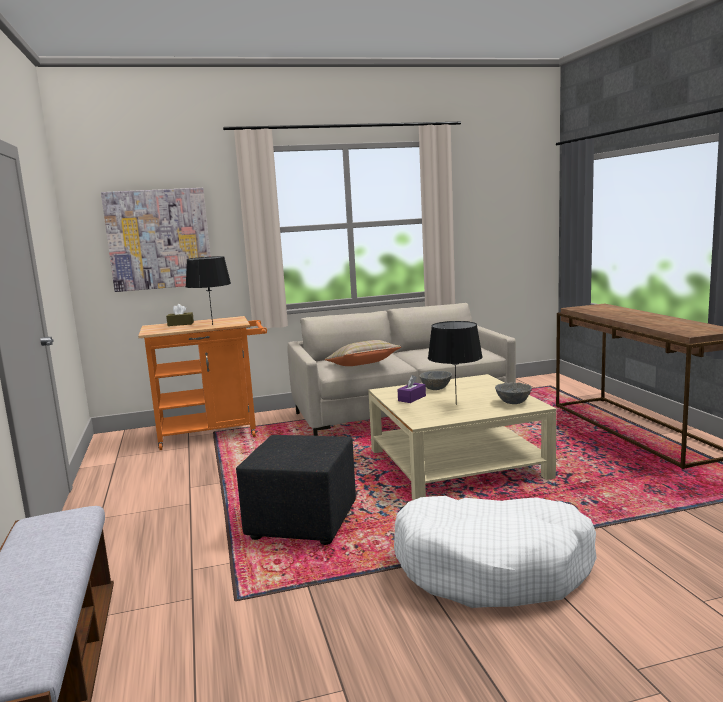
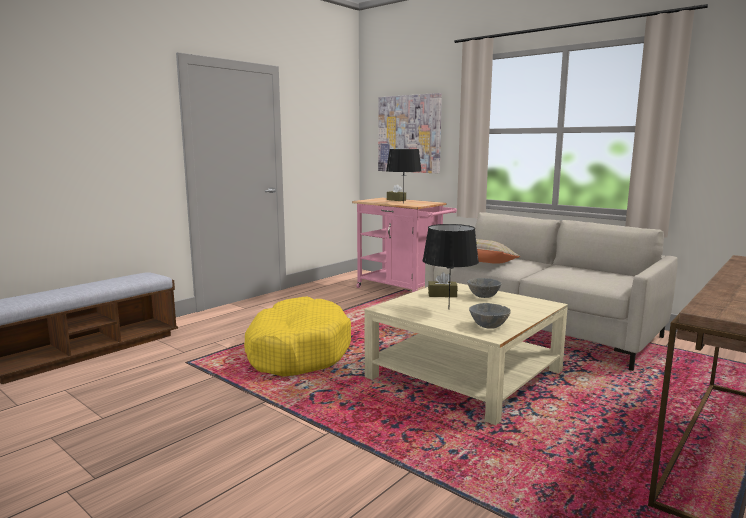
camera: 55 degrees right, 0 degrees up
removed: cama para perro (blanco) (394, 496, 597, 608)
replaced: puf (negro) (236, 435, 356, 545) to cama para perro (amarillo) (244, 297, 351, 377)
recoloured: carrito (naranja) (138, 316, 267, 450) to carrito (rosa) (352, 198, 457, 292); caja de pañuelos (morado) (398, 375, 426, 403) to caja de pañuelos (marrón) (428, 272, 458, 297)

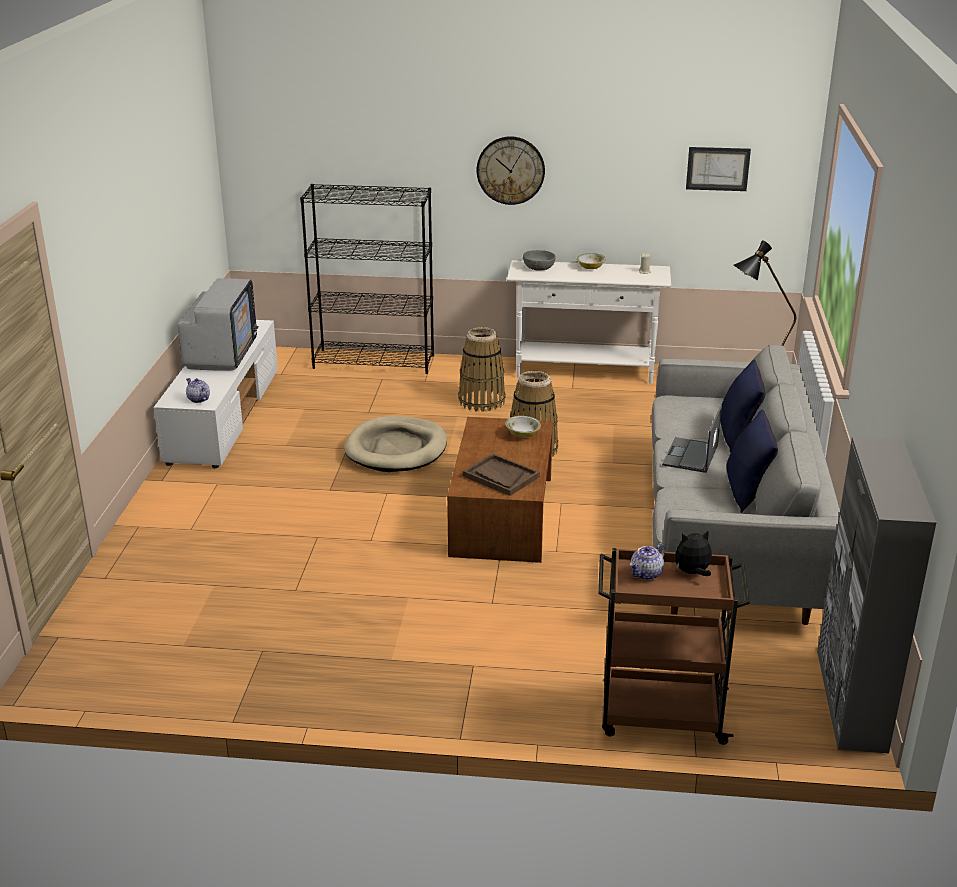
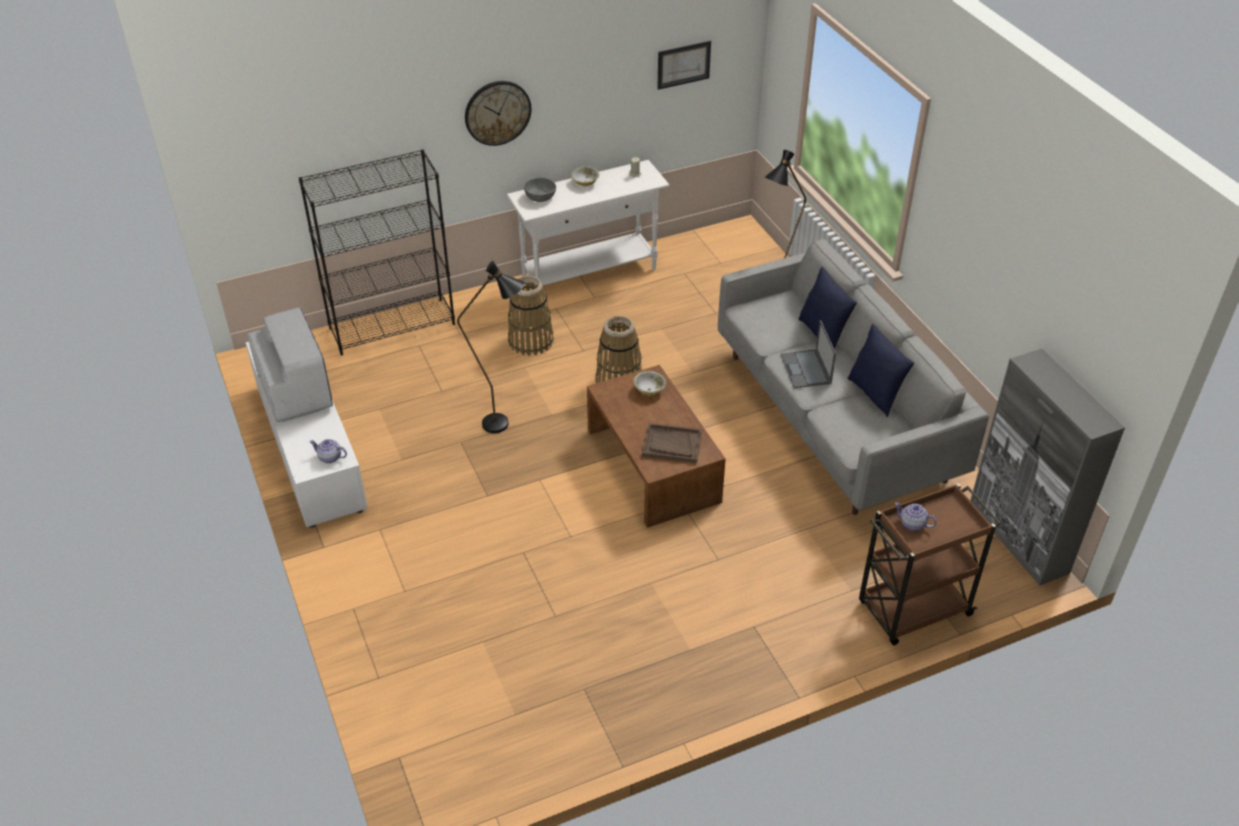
camera: 30 degrees left, 15 degrees up
removed: peluche (675, 530, 712, 576)
replaced: cama para perro (beis) (344, 416, 447, 472) to lámpara de pie (negro) (457, 261, 525, 433)
turned: tetera (630, 543, 665, 580) = (894, 502, 937, 531) 105 degrees clockwise

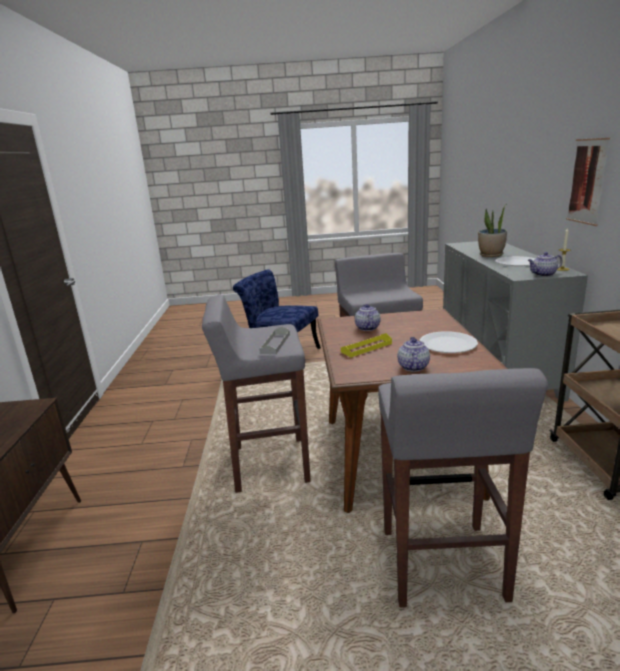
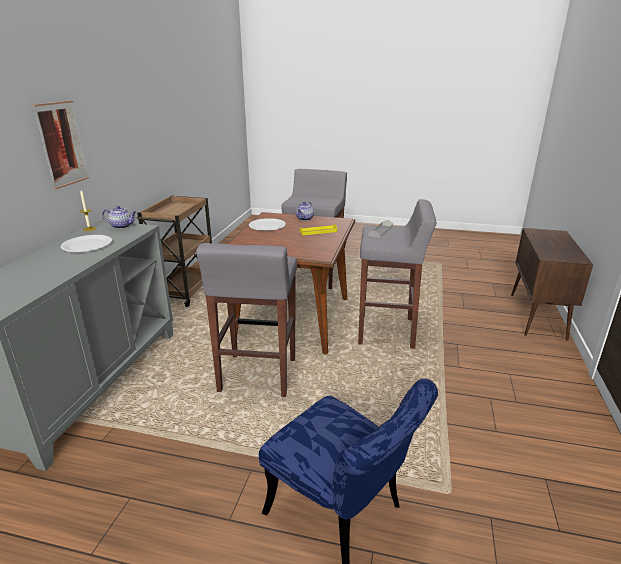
camera: 165 degrees left, 5 degrees up
removed: planta en maceta (478, 206, 507, 257); tetera (355, 304, 381, 331)

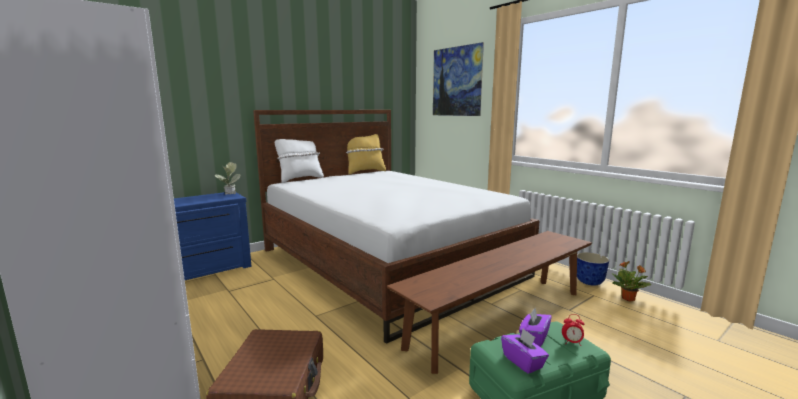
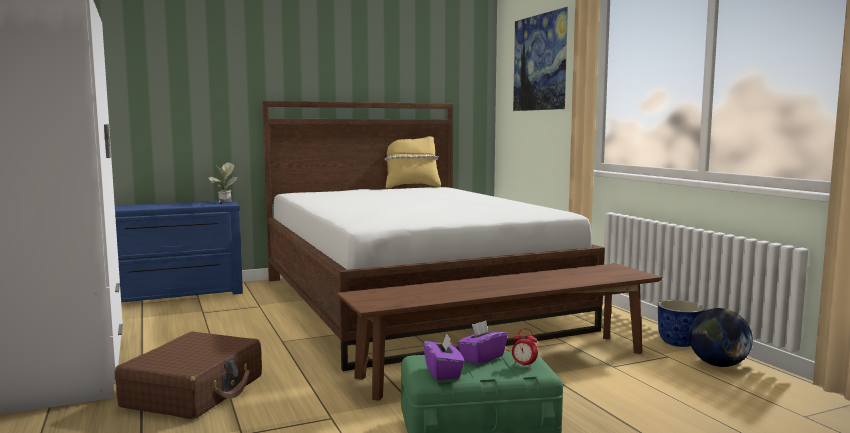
camera: 15 degrees right, 5 degrees down
removed: cojín (blanco) (275, 139, 324, 183)
replaced: planta en maceta (612, 261, 652, 302) to globo terráqueo (689, 308, 753, 367)

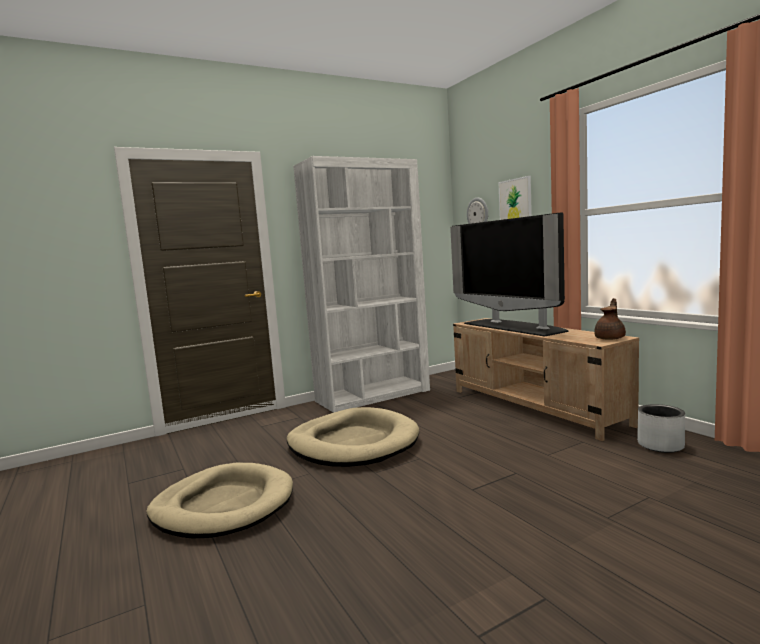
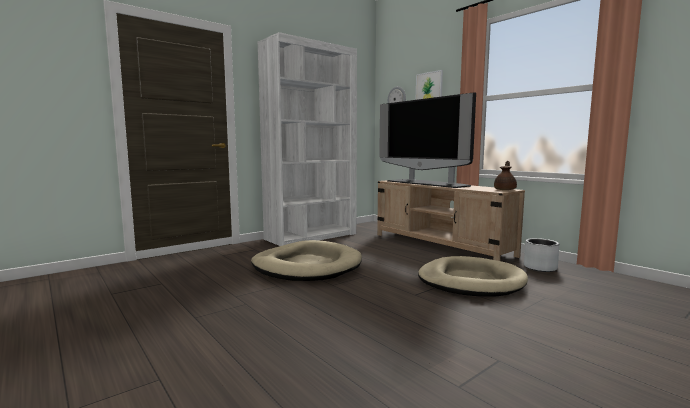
camera: 10 degrees left, 0 degrees up
moved: cama para perro (beis) (146, 463, 293, 538) to (418, 256, 528, 297)

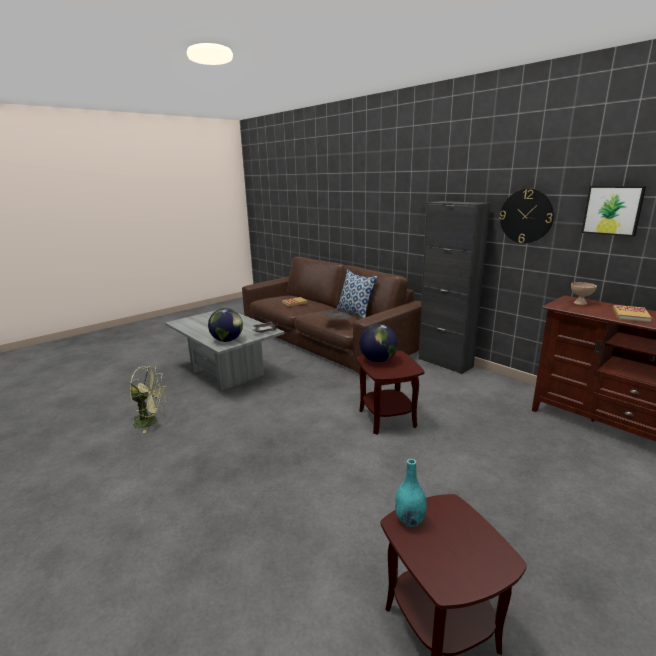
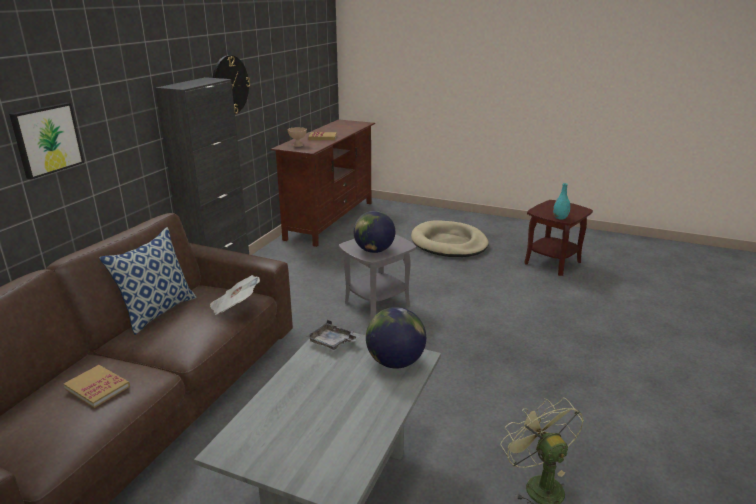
camera: 115 degrees left, 5 degrees up
added: cama para perro (beis) (411, 220, 489, 257)
moved: cuadro (582, 186, 646, 237) to (9, 103, 84, 180)
recoloured: mesa auxiliar (marrón) (356, 351, 424, 435) to mesa auxiliar (gris) (339, 234, 416, 320)

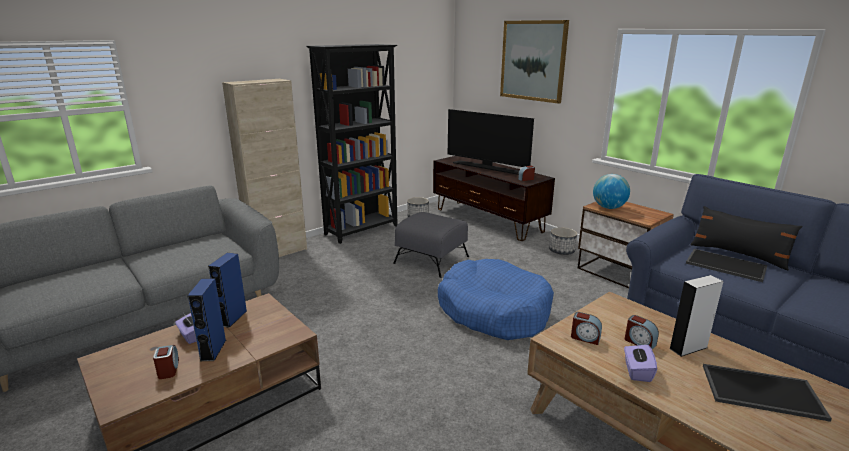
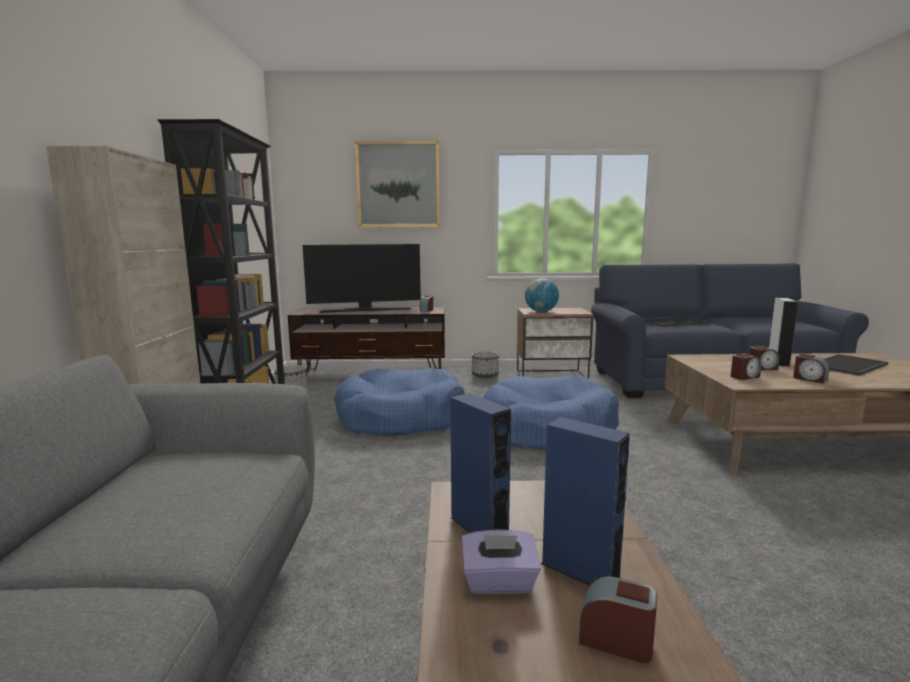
camera: 50 degrees left, 10 degrees down
removed: cojín (negro) (691, 206, 803, 270)
replaced: puf (gris) (393, 212, 469, 278) to cama para perro (azul) (334, 368, 465, 436); caja de pañuelos (morado) (624, 344, 657, 382) to despertador (793, 354, 830, 384)

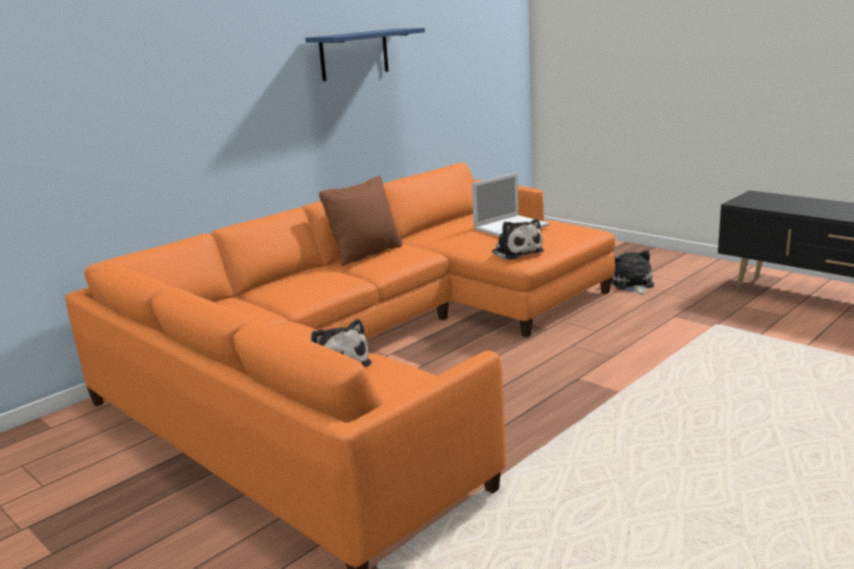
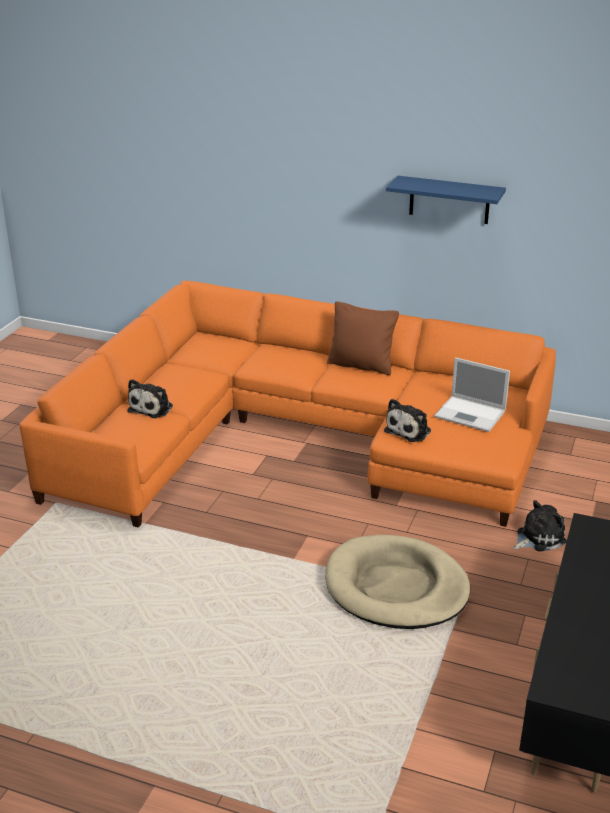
camera: 65 degrees right, 10 degrees up
added: cama para perro (beis) (325, 535, 470, 629)

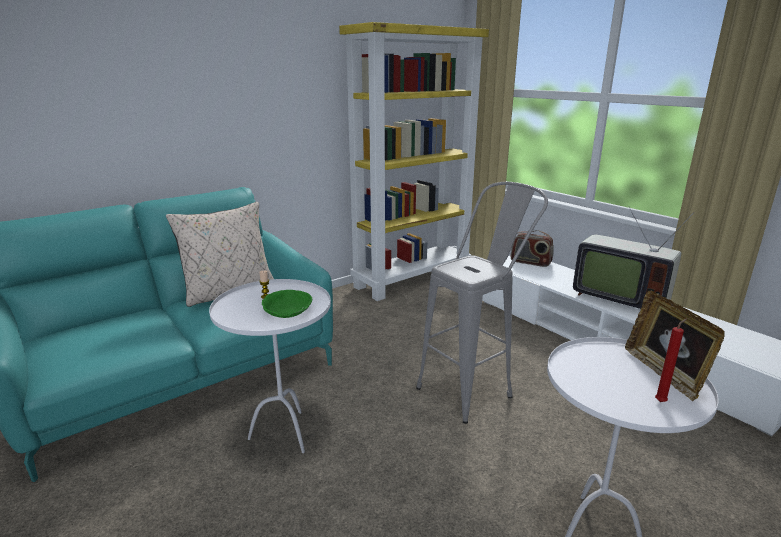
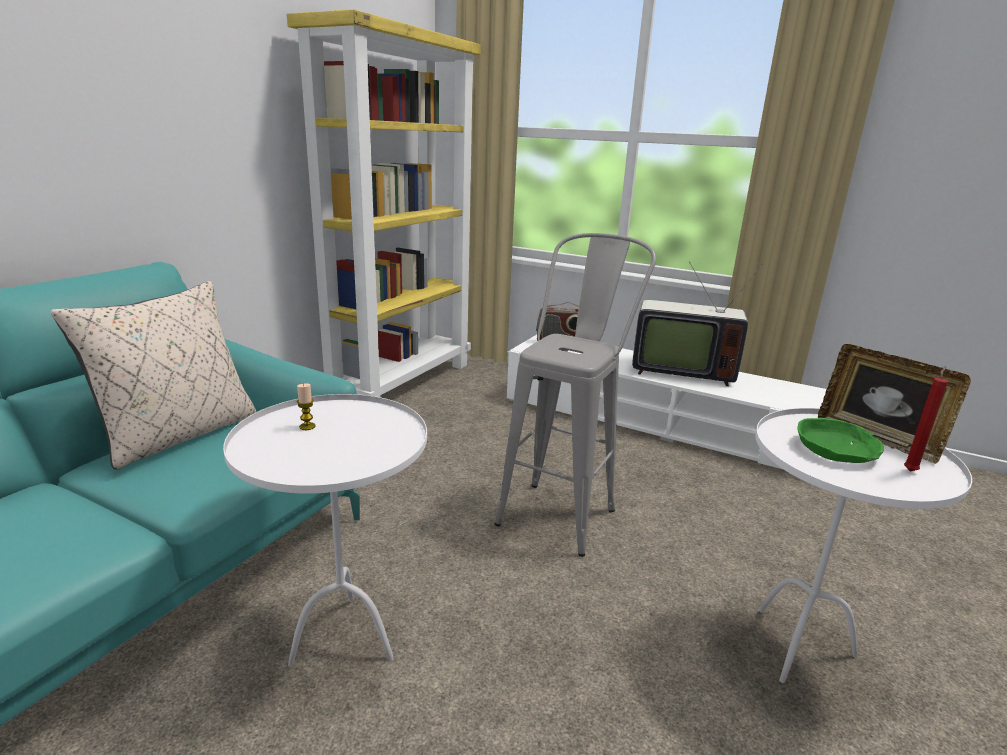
camera: 25 degrees left, 0 degrees up
moved: cuenco (verde) (262, 290, 312, 318) to (797, 418, 884, 463)

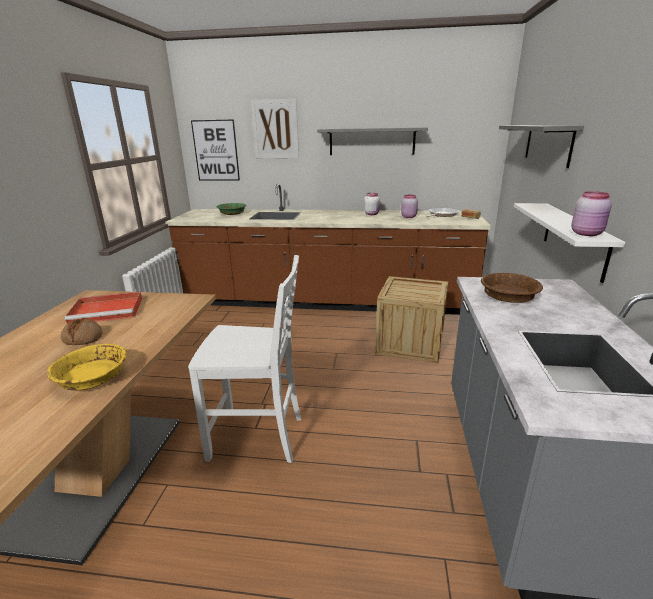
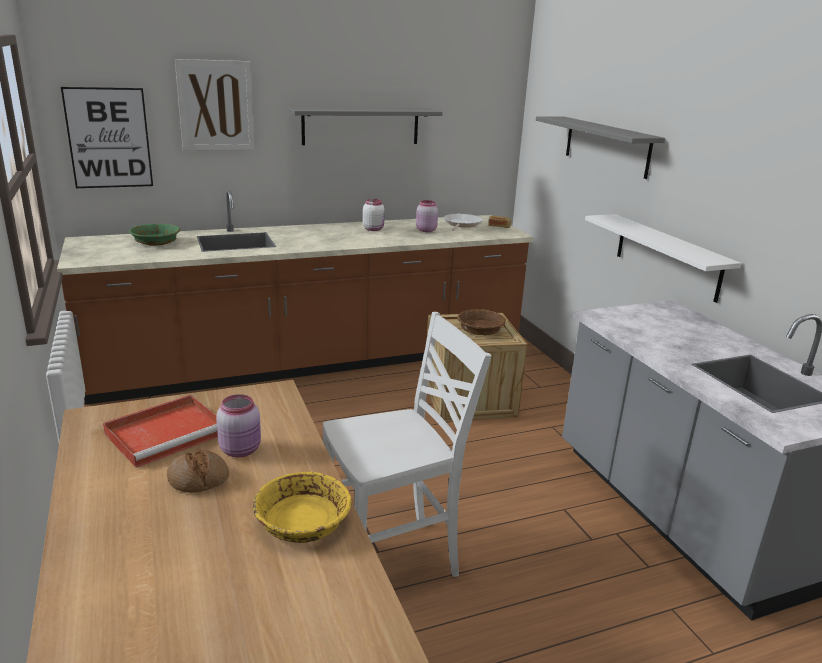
camera: 30 degrees left, 0 degrees up
moved: tarro (rosa) (571, 191, 612, 236) to (216, 394, 261, 457); cuenco (marrón) (481, 273, 543, 303) to (457, 309, 506, 335)

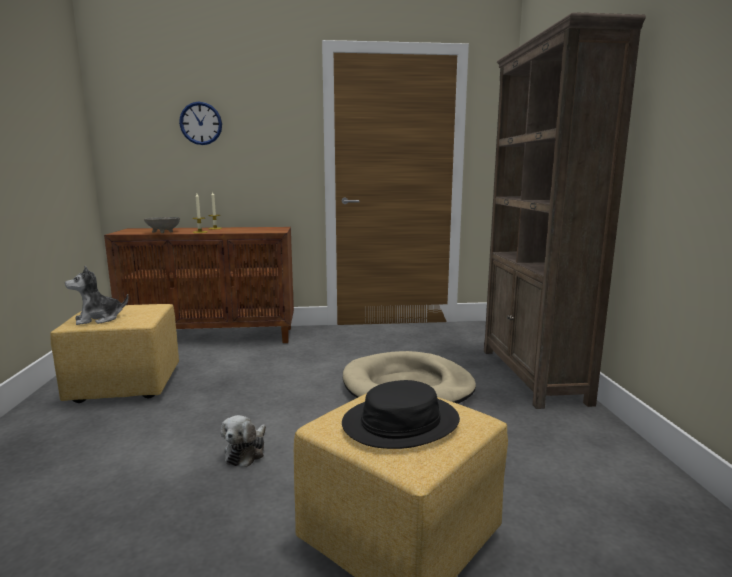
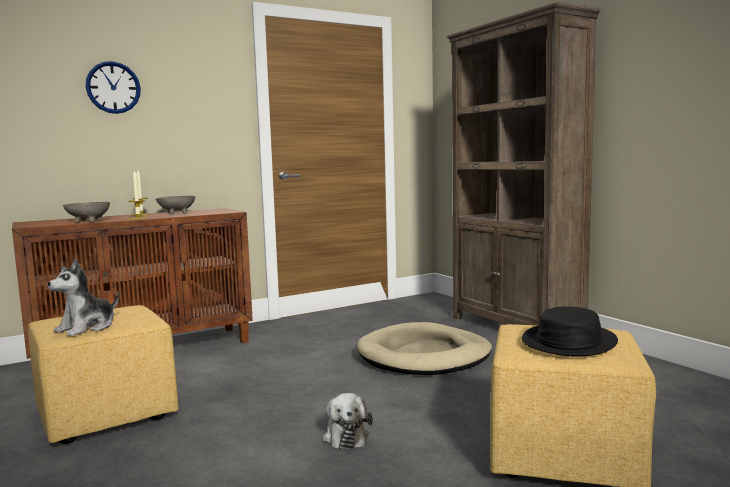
camera: 25 degrees left, 5 degrees down
added: cuenco (gris) (156, 196, 196, 214)

